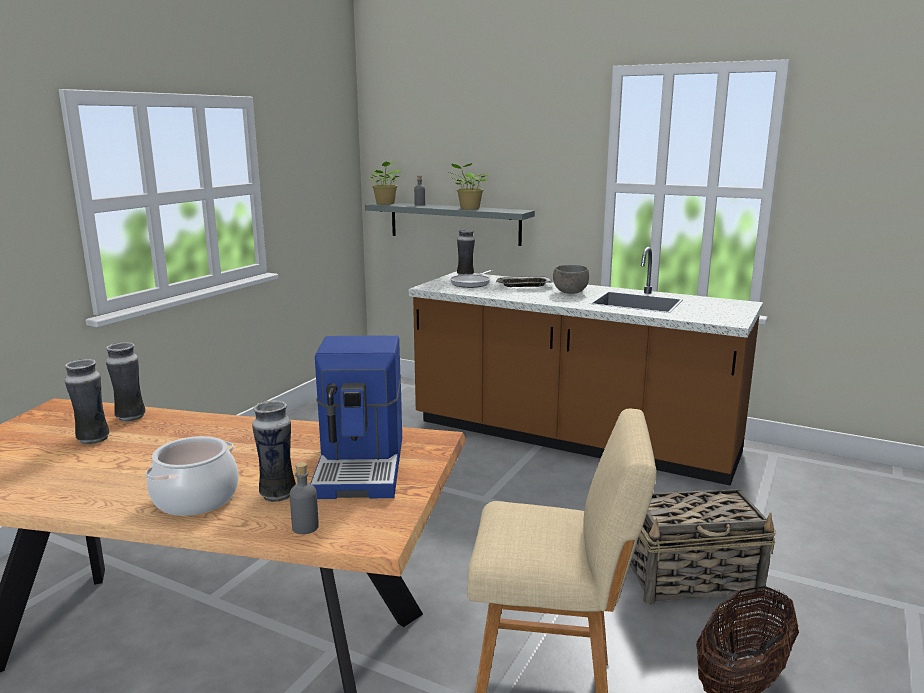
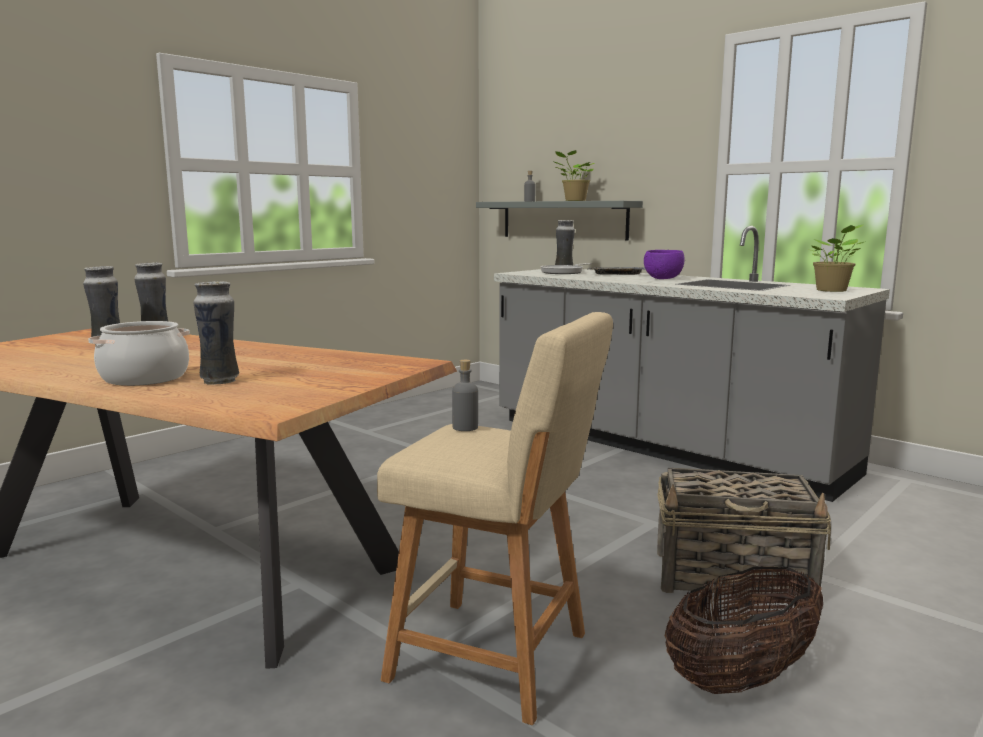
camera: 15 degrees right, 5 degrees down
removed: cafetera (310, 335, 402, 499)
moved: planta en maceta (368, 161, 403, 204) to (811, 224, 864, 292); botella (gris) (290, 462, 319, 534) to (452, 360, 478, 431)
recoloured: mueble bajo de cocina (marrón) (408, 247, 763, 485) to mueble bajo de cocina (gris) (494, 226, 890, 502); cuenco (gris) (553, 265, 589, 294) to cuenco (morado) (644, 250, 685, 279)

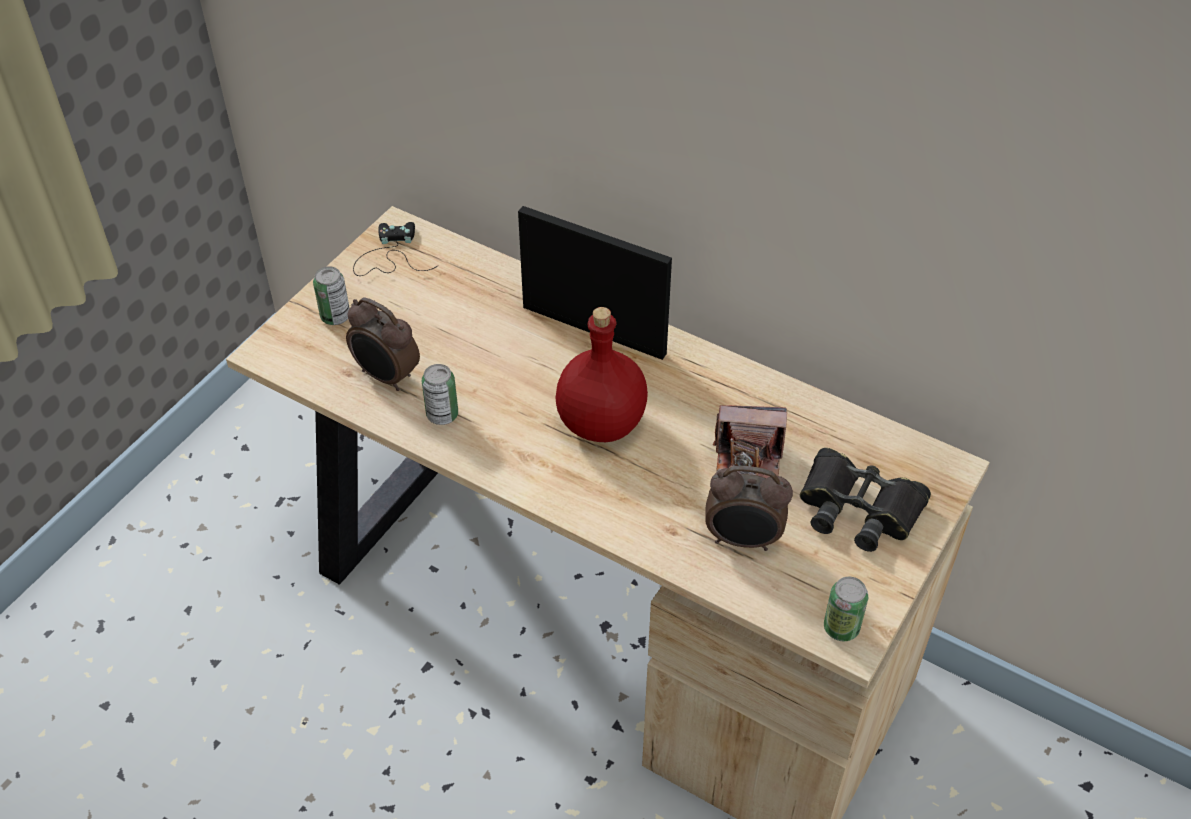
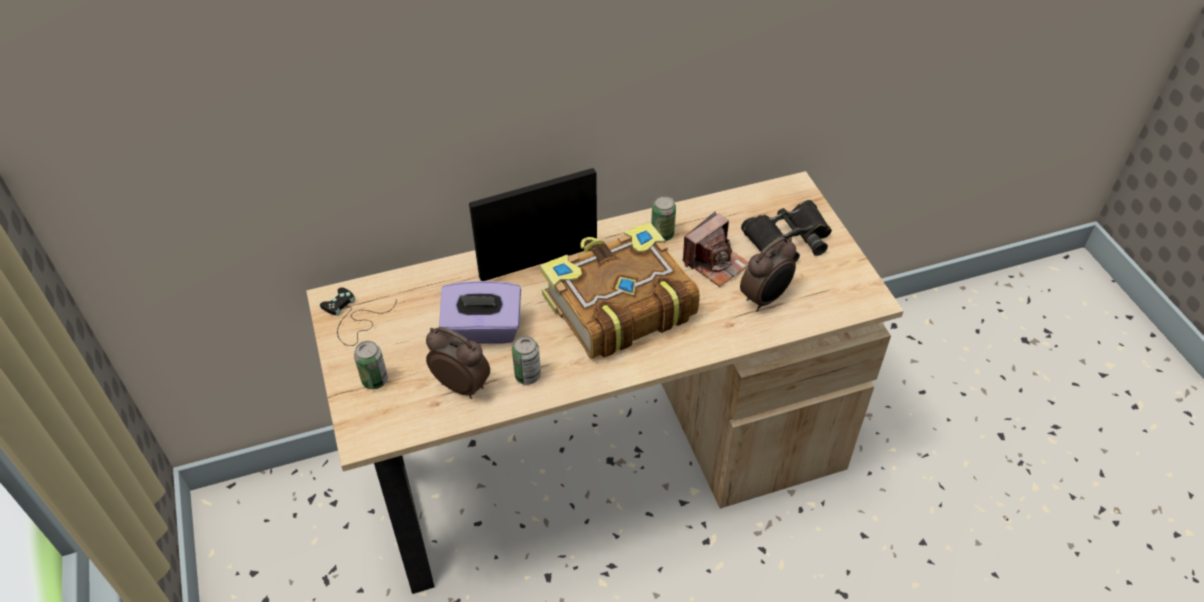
camera: 50 degrees left, 0 degrees up
added: caja de pañuelos (morado) (439, 281, 521, 344)
moved: lata (824, 577, 868, 641) to (651, 196, 676, 241)
replaced: botella (rojo) (556, 307, 648, 442) to libro (540, 222, 700, 359)
turned: despertador (346, 297, 420, 391) = (426, 327, 490, 399) 135 degrees counterclockwise

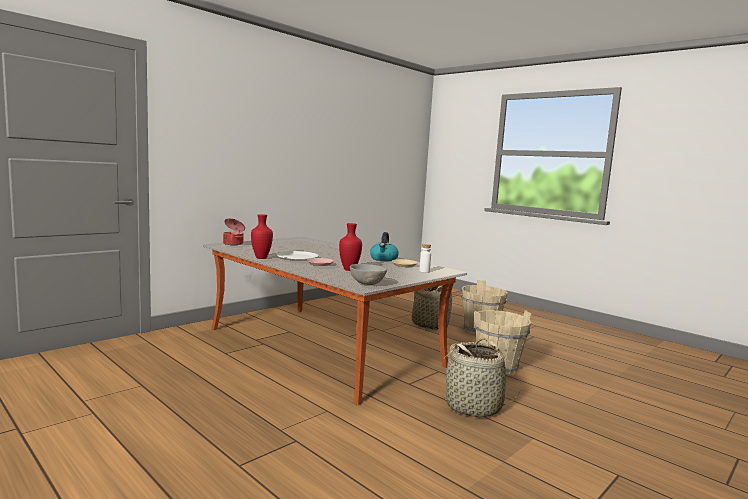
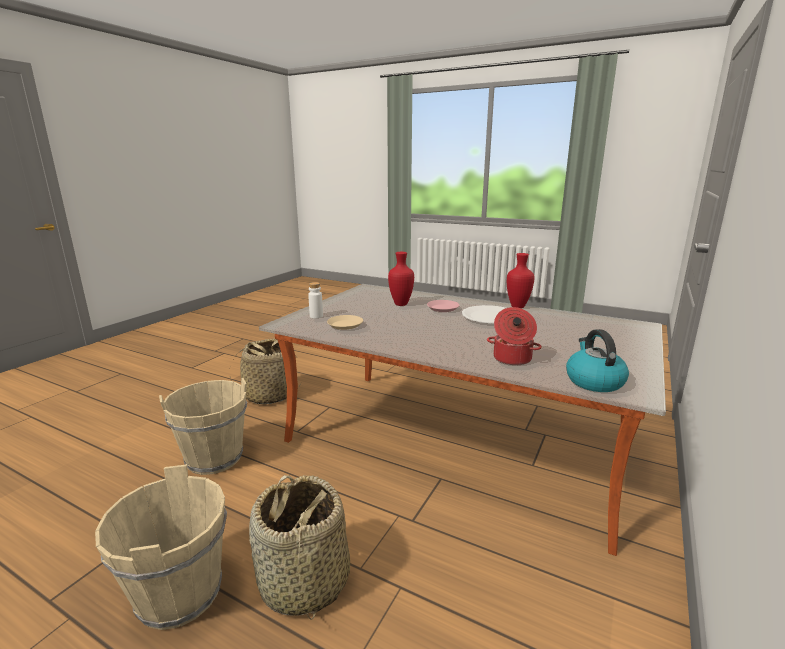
camera: 165 degrees right, 10 degrees up
removed: cuenco (gris) (350, 264, 387, 285)
moved: olla (223, 218, 245, 245) to (487, 307, 542, 365); hervidor (370, 232, 399, 261) to (566, 329, 629, 392)

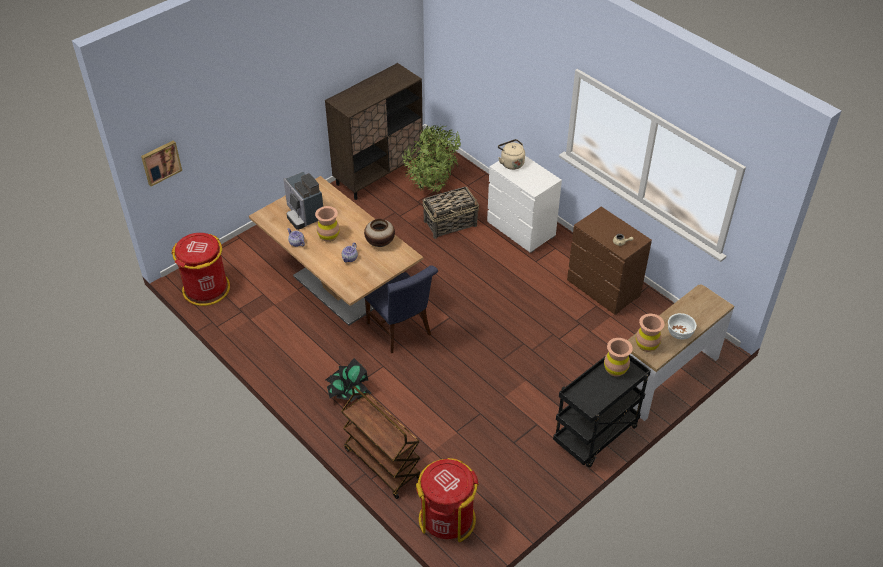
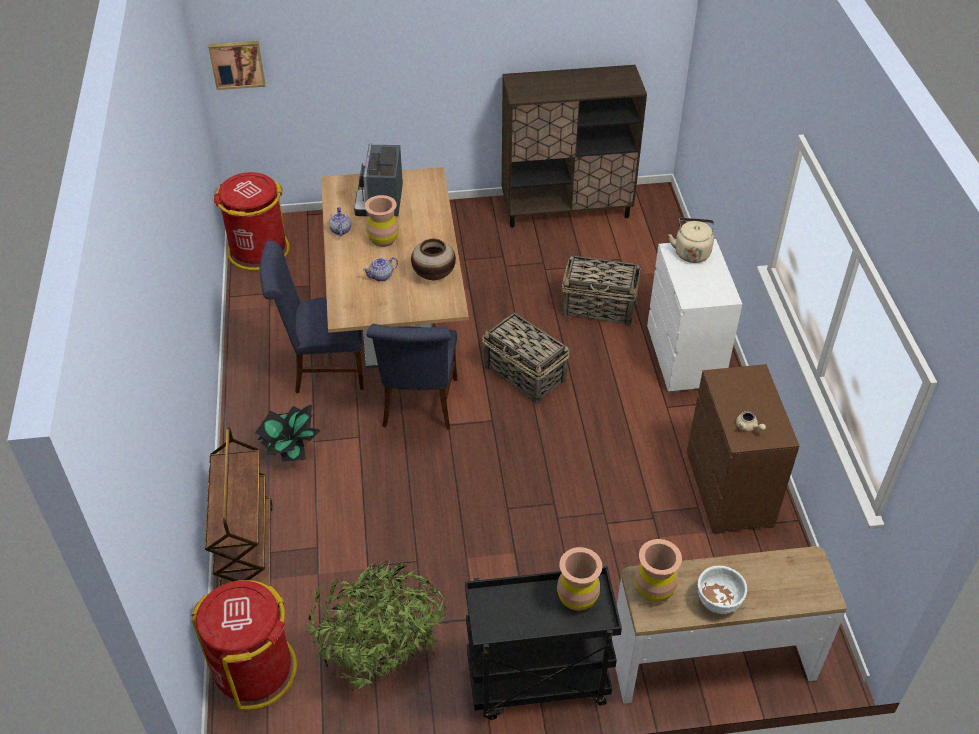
camera: 35 degrees right, 0 degrees up
added: silla (azul) (260, 241, 364, 393); cesta (482, 313, 570, 404)
moved: planta en maceta (402, 125, 461, 193) to (305, 561, 449, 691)

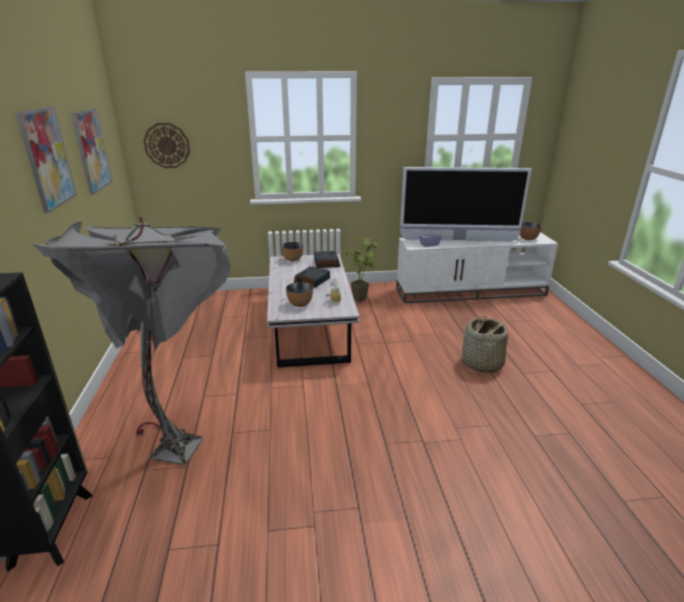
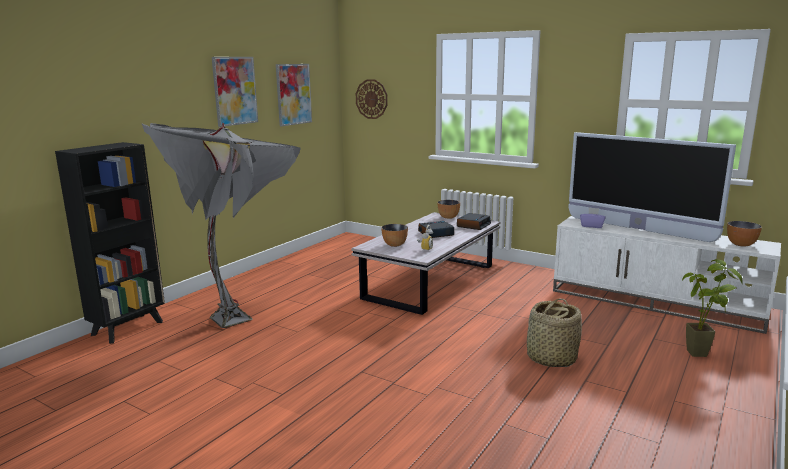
camera: 40 degrees right, 10 degrees down
moved: planta en maceta (346, 238, 381, 302) to (682, 259, 742, 357)

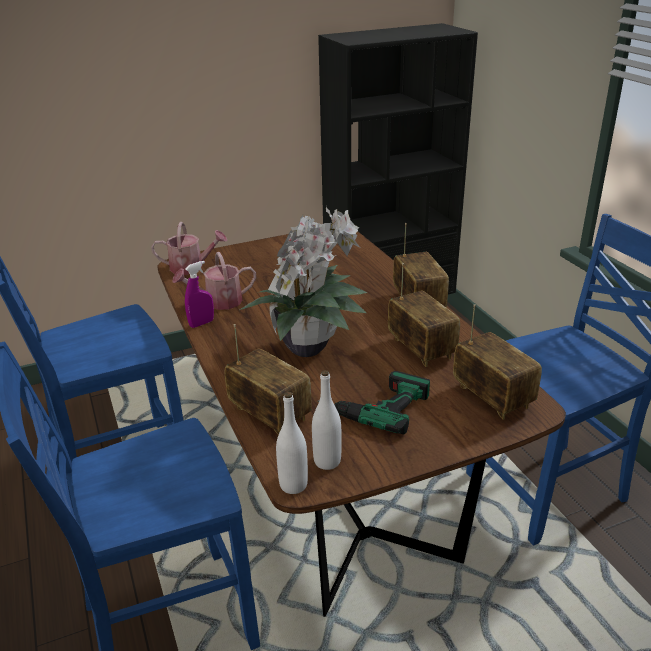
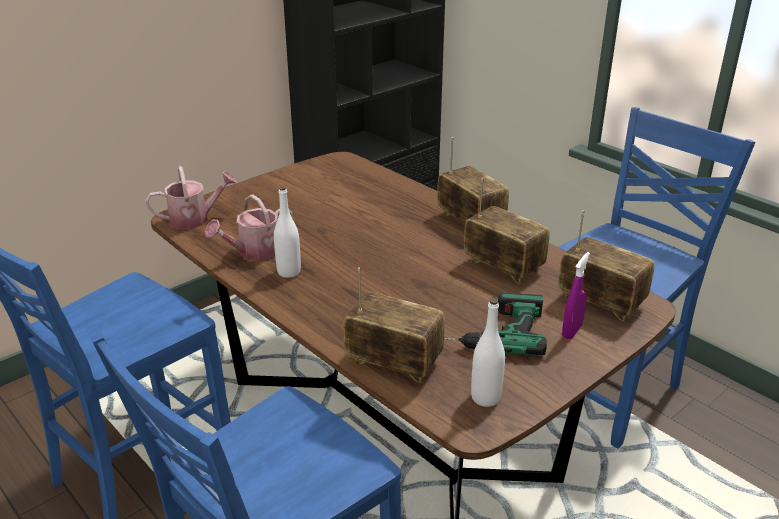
camera: 20 degrees left, 0 degrees up
removed: planta en maceta (240, 206, 367, 357)
moved: pulverizador (morado) (185, 261, 214, 328) to (562, 252, 590, 339); botella (blanco) (276, 392, 308, 494) to (274, 186, 301, 278)

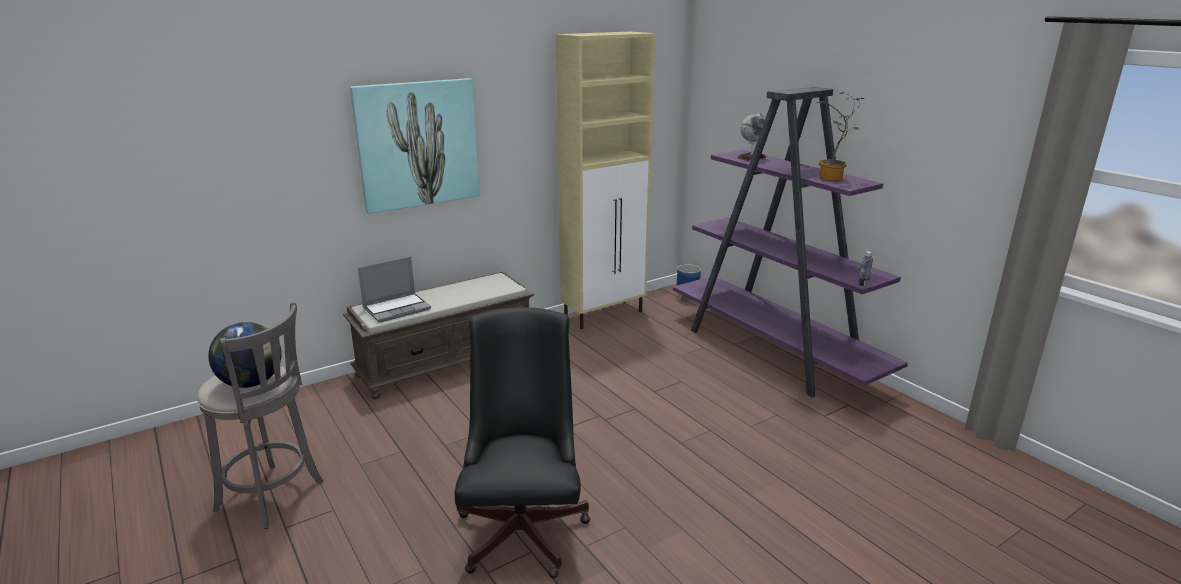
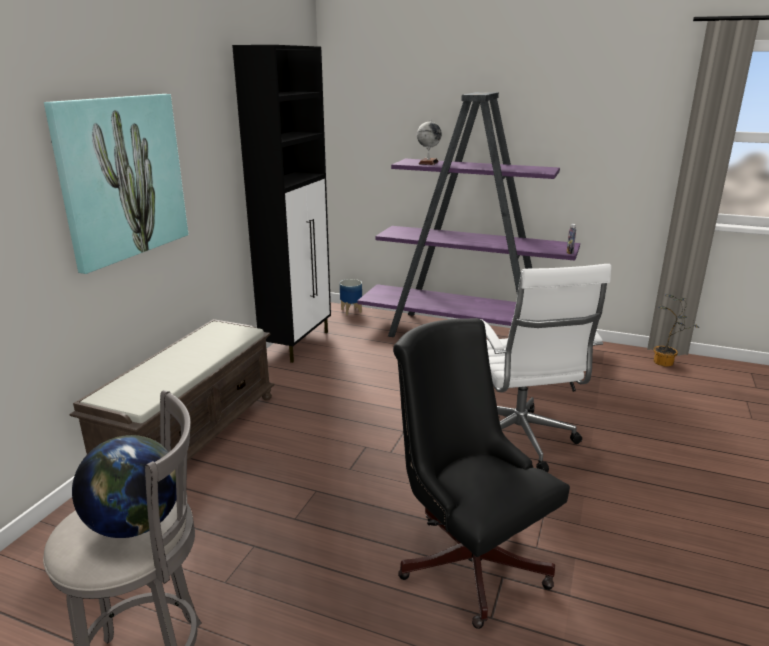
camera: 35 degrees left, 0 degrees up
removed: portátil (358, 257, 431, 323)
added: silla de oficina (blanco) (481, 264, 611, 472)
moved: planta en maceta (817, 92, 864, 181) to (653, 294, 700, 366)
recoloured: armario (beis) (556, 32, 655, 329) to armario (negro) (232, 45, 331, 363)

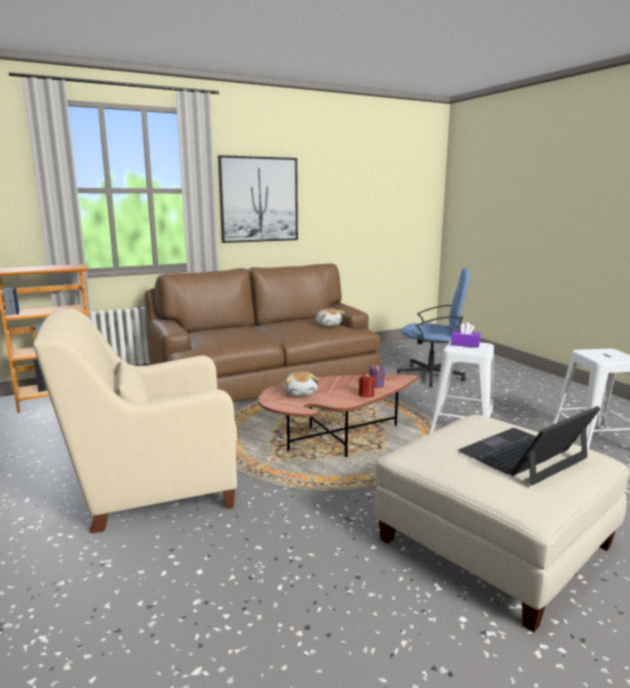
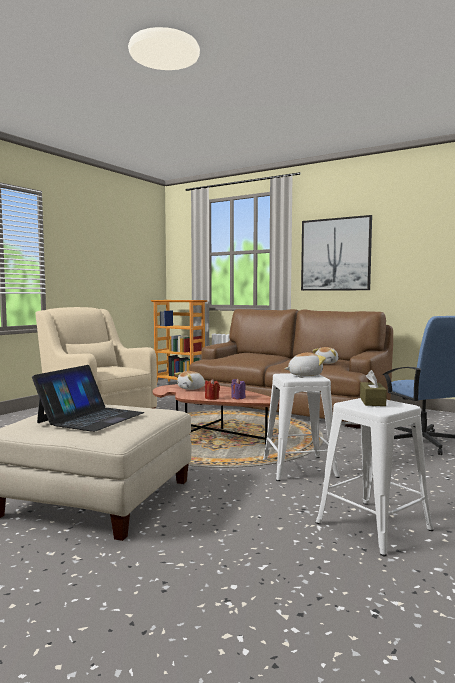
camera: 60 degrees right, 10 degrees down
added: caja de pañuelos (marrón) (360, 370, 387, 406)
replaced: caja de pañuelos (morado) (451, 322, 480, 348) to peluche (285, 352, 326, 376)
turned: portátil (458, 406, 601, 486) = (32, 365, 144, 432) 90 degrees clockwise

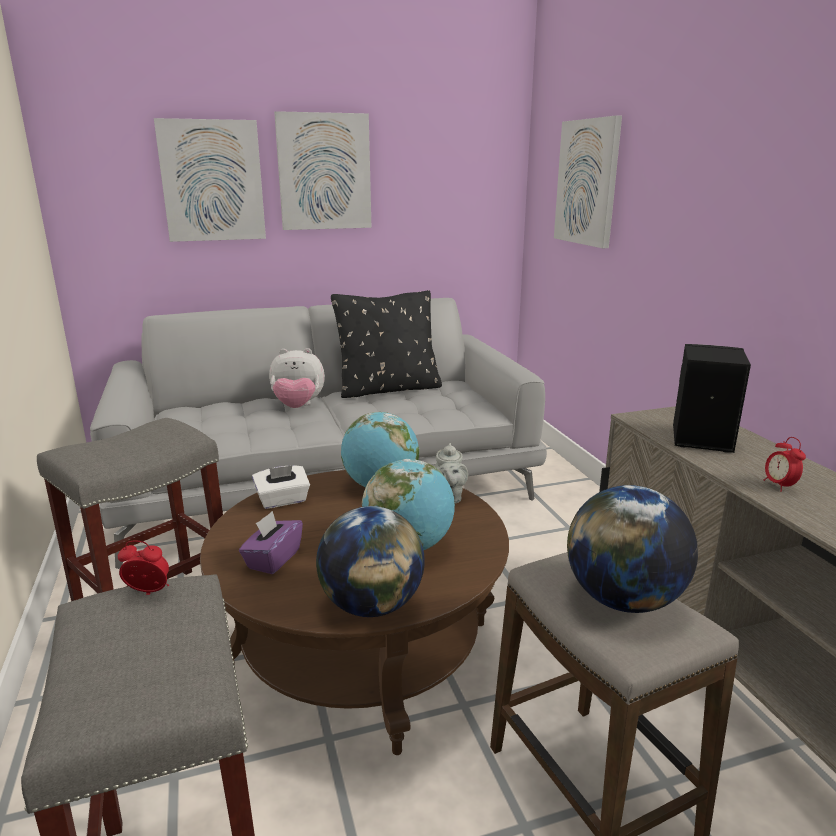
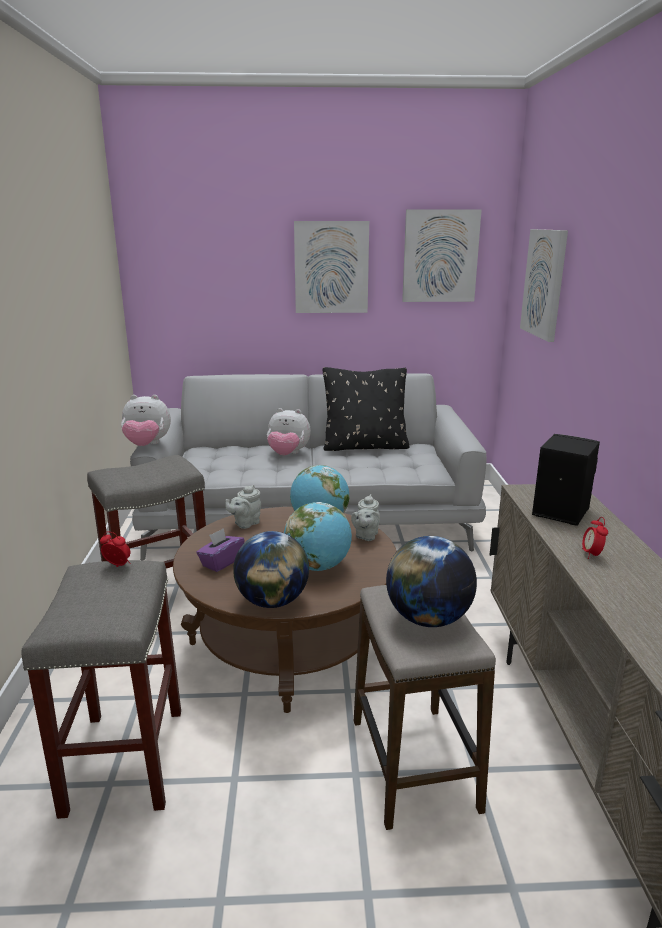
camera: 15 degrees right, 0 degrees up
added: peluche (121, 395, 171, 446)
moved: cuadro (154, 118, 266, 242) to (402, 209, 482, 302)
replaced: caja de pañuelos (blanco) (252, 465, 310, 509) to tetera (gris) (225, 485, 261, 529)

